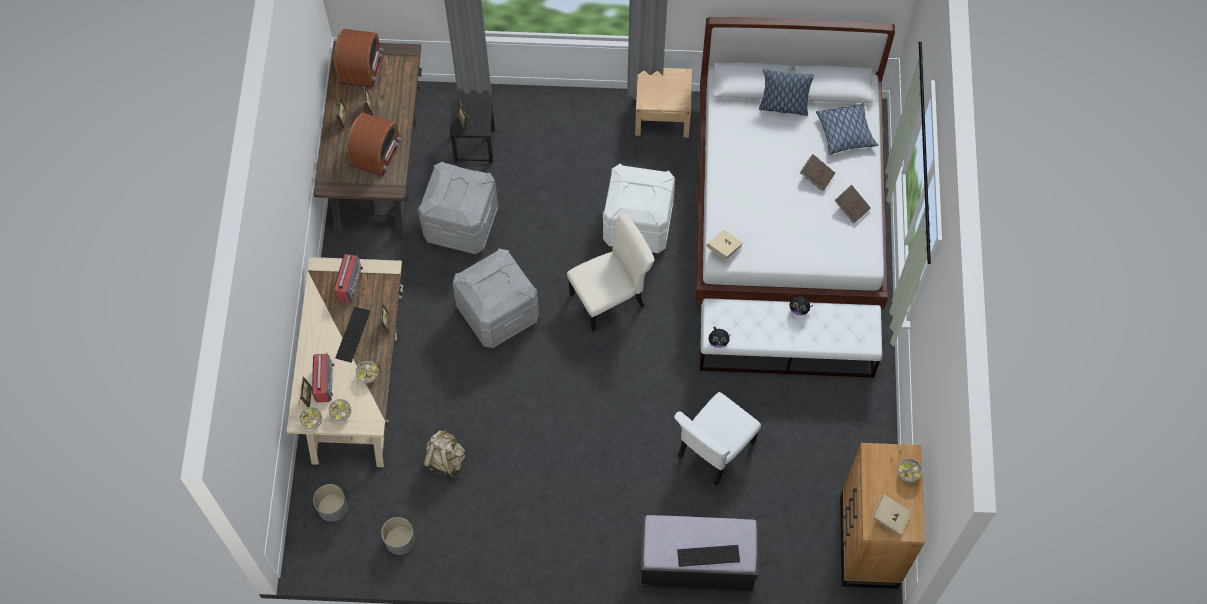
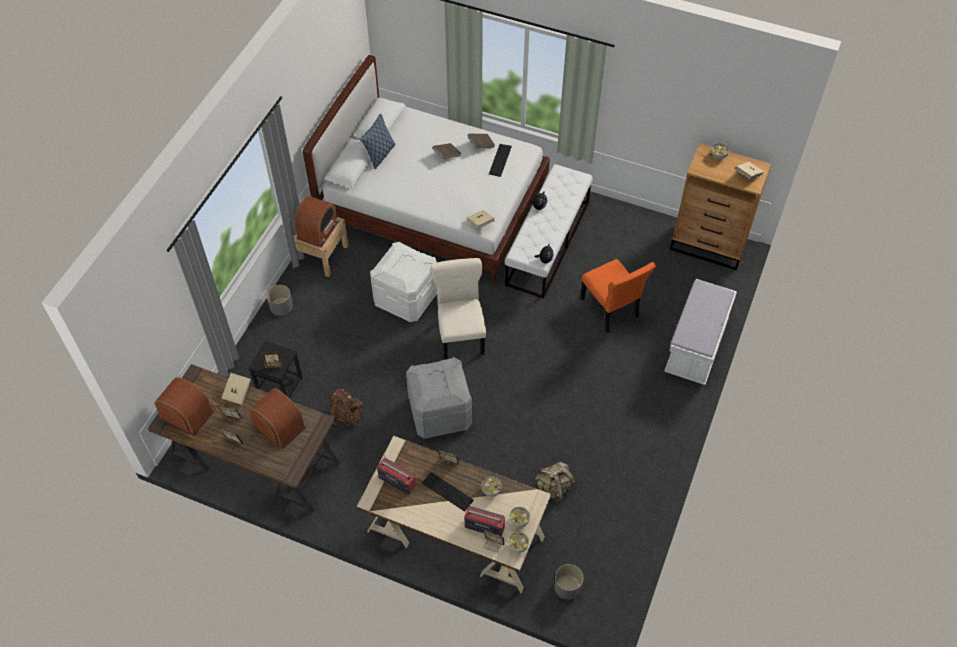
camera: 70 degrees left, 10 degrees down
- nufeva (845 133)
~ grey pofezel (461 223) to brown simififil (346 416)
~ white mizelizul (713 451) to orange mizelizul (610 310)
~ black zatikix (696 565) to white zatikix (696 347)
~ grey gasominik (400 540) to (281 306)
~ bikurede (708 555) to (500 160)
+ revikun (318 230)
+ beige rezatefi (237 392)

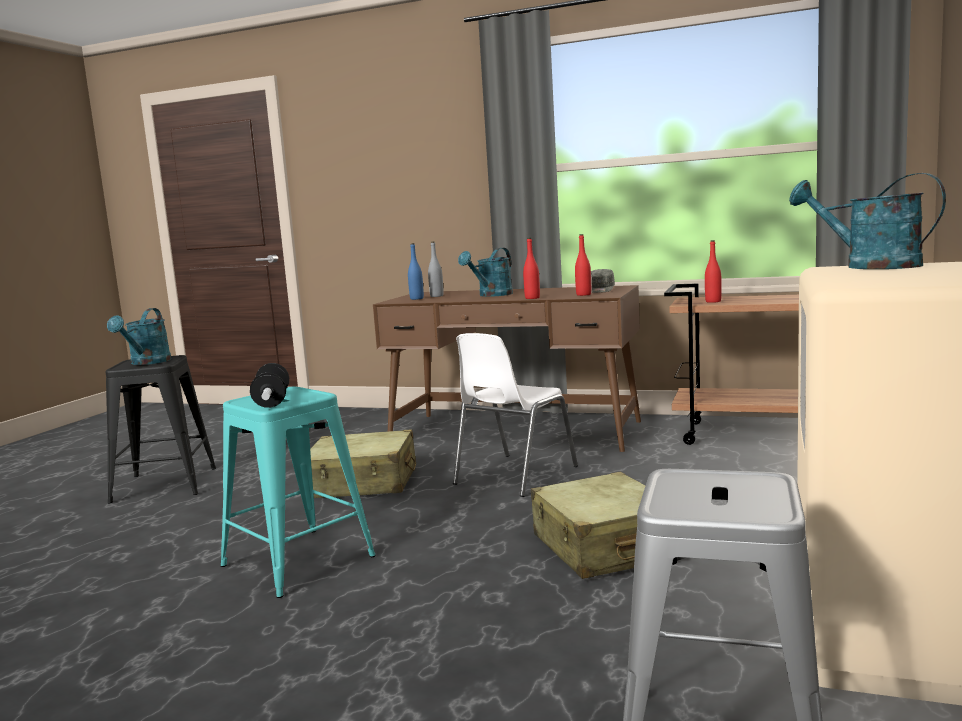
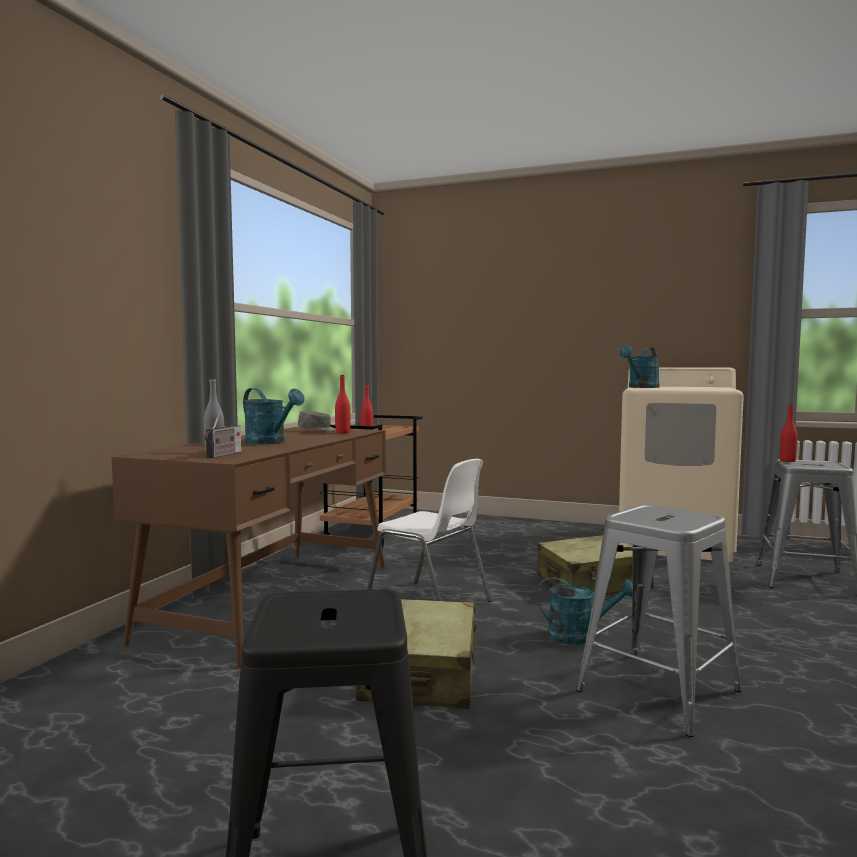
camera: 90 degrees left, 5 degrees down
~ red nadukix (532 298) to (787 461)
~ blue nadukix (416 298) to revikun (223 455)
~ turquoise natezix (147 363) to (580 636)
- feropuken (272 401)
~ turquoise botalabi (297 561) to grey botalabi (659 691)

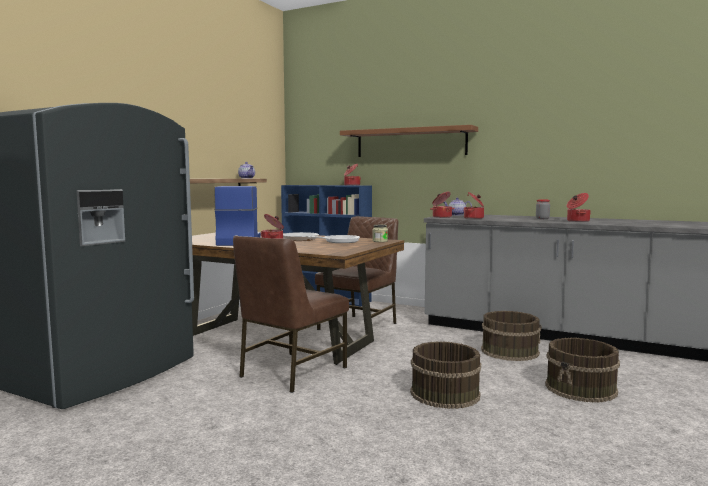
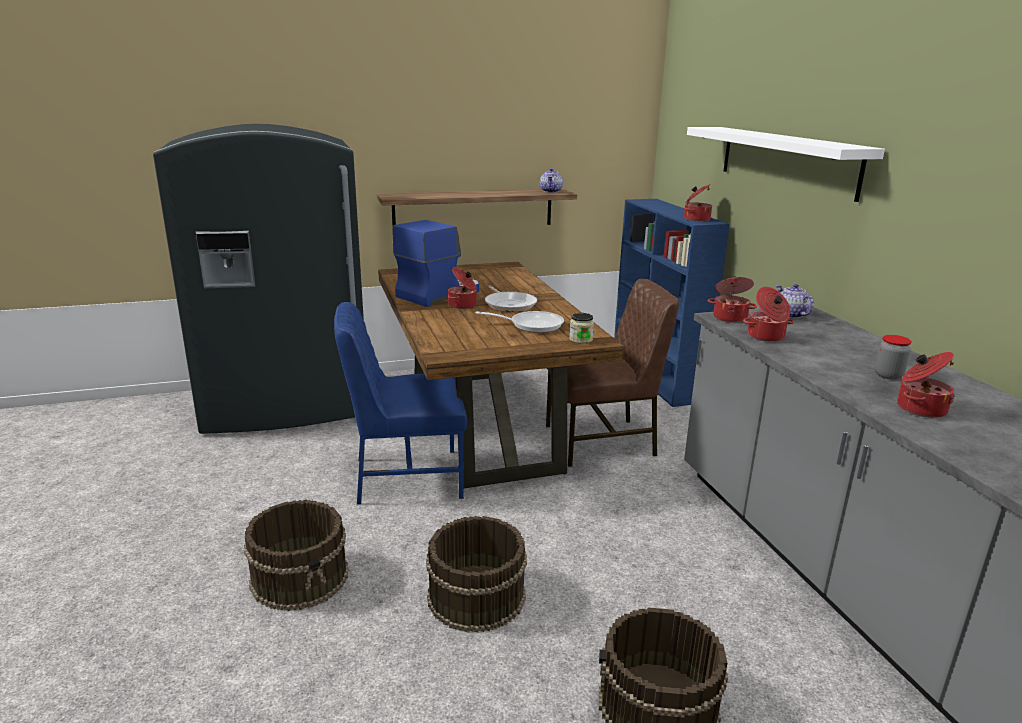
camera: 45 degrees right, 15 degrees up
~ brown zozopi (410 142) to white zozopi (786 160)
~ brown mizelizul (291 372) to blue mizelizul (406 476)
~ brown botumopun (509 351) to (301 577)

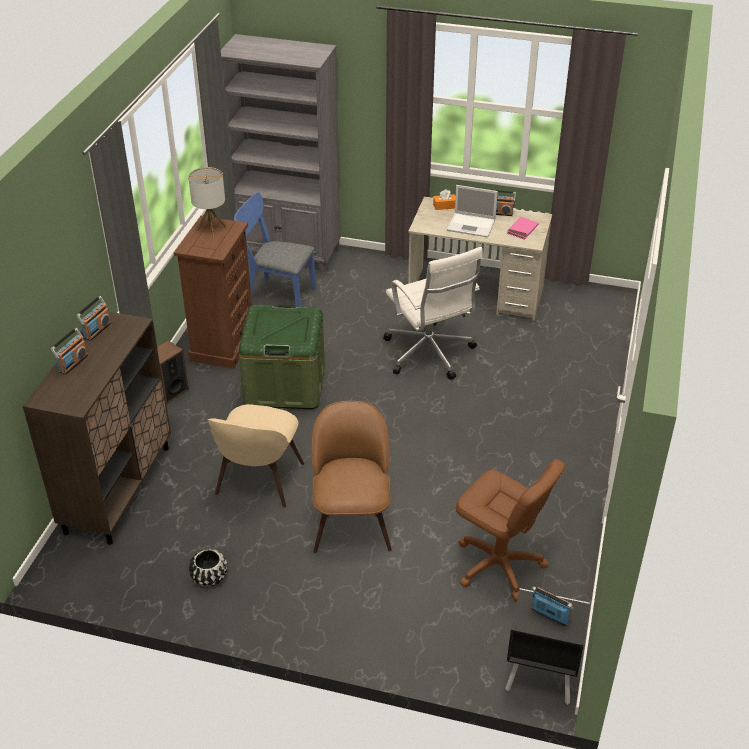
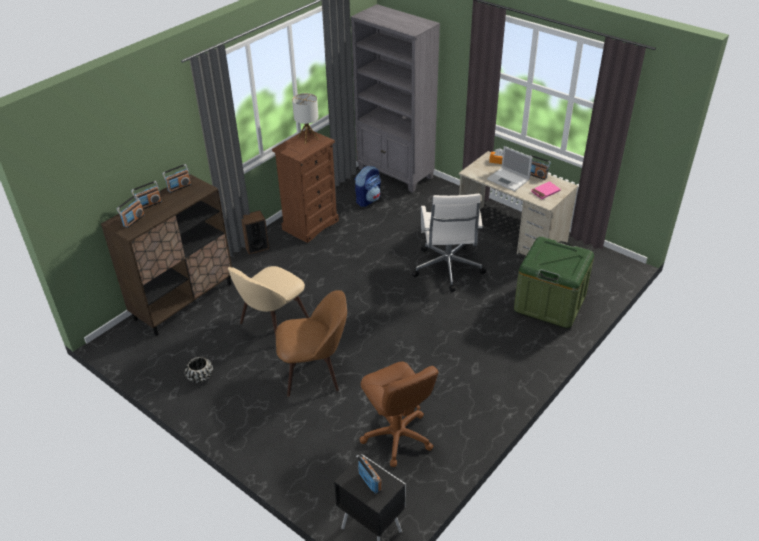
camera: 25 degrees right, 0 degrees up
~ blue mizelizul (276 295) to simififil (368 200)
~ green pofezel (285 385) to (549 303)
~ brown mizelizul (352 523) = (314 371) 60 degrees clockwise
+ revikun (133 220)

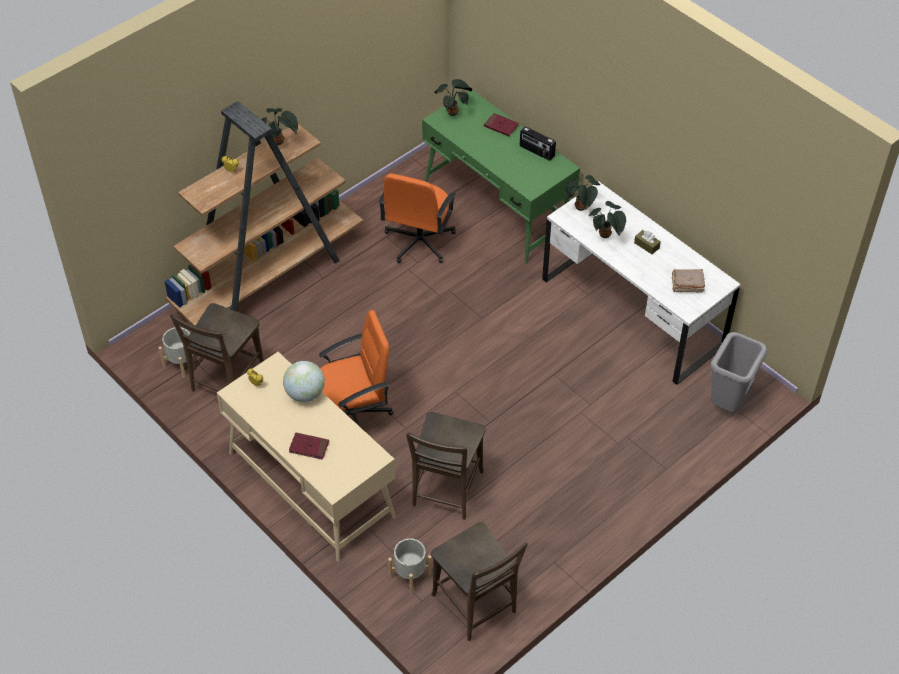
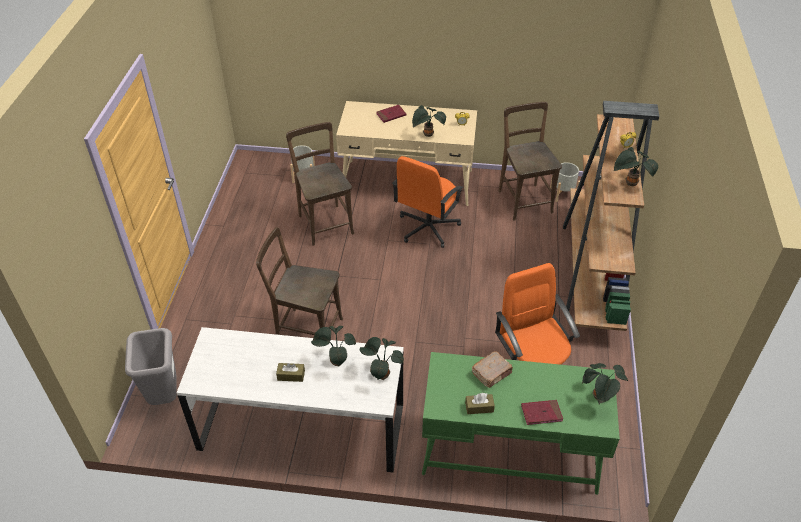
camera: 140 degrees right, 5 degrees down
~ revikun (536 151) to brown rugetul (479 407)
~ brown rezatefi (686 285) to (492 373)
~ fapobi (305 394) to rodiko (427 135)
~ brown mizelizul (476 606) to (306 330)

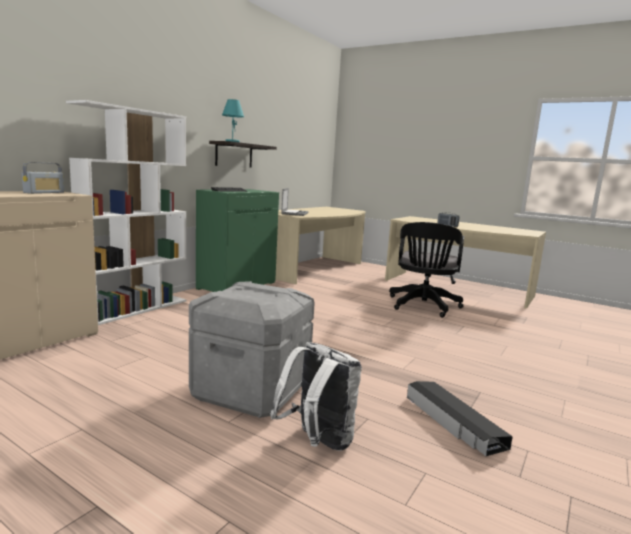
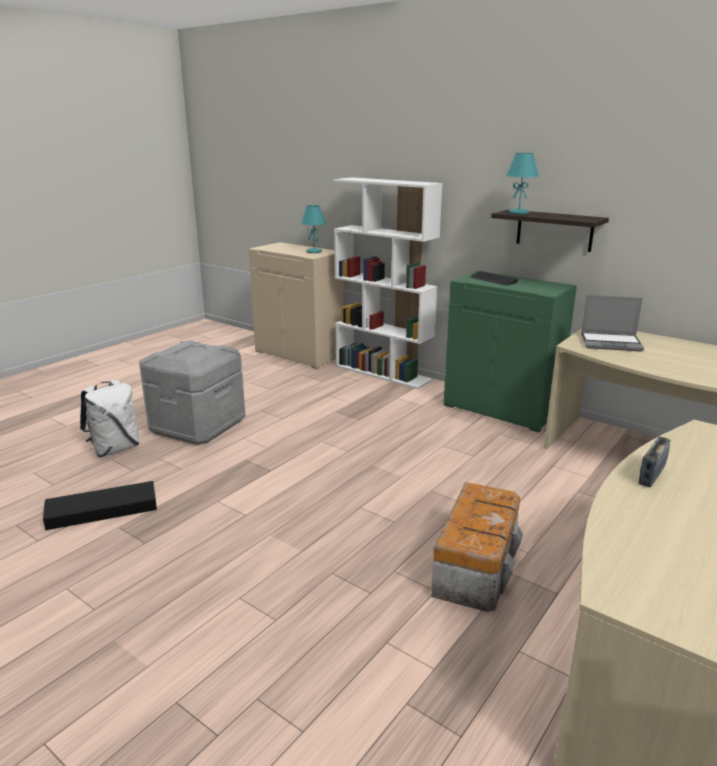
camera: 95 degrees right, 10 degrees up
~ revikun (44 192) to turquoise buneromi (314 251)
~ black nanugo (423 306) to pofezel (476 566)

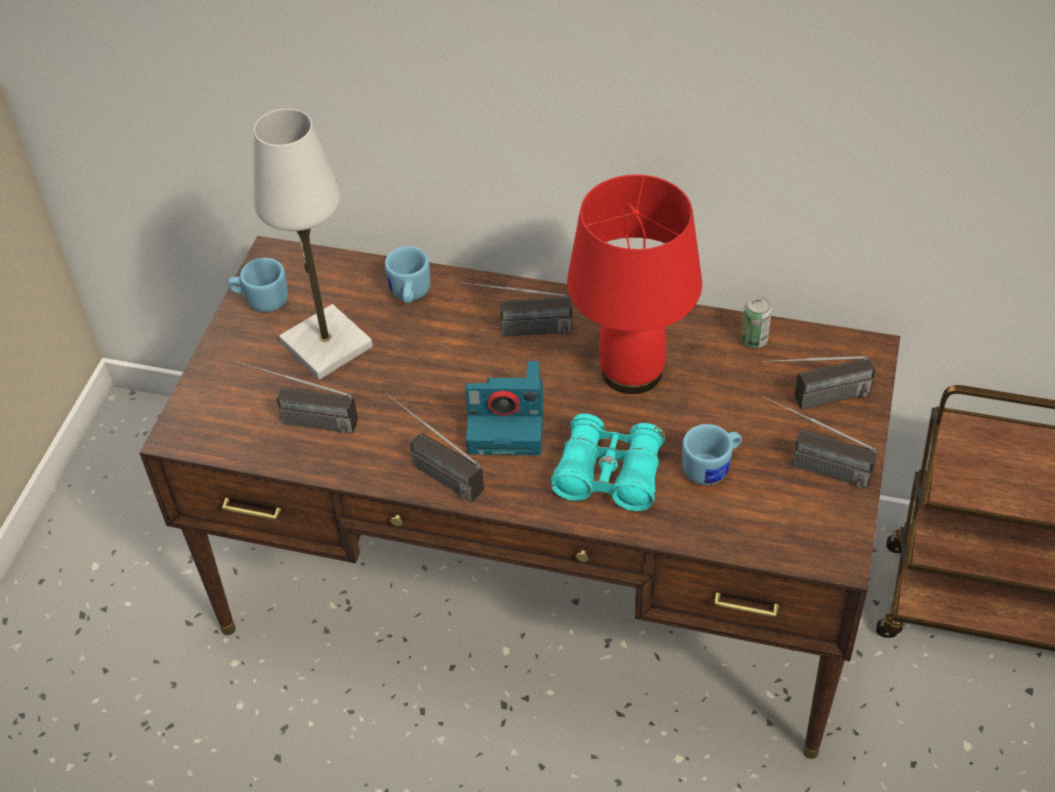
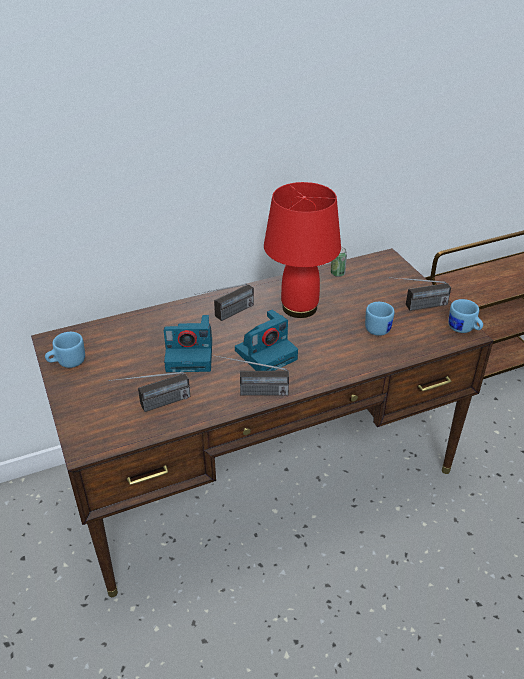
camera: 40 degrees left, 10 degrees down
- white buneromi (326 345)
~ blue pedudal (409 295) to (463 329)
- revikun (814 401)
- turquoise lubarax (609 475)
+ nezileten (191 355)

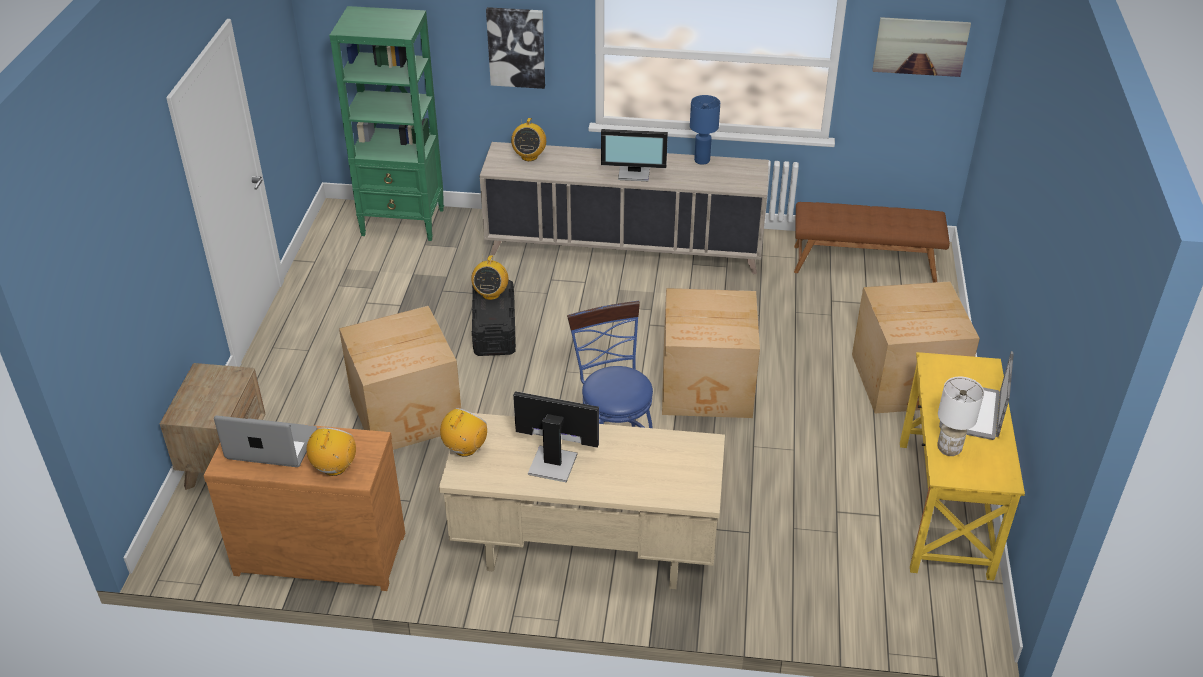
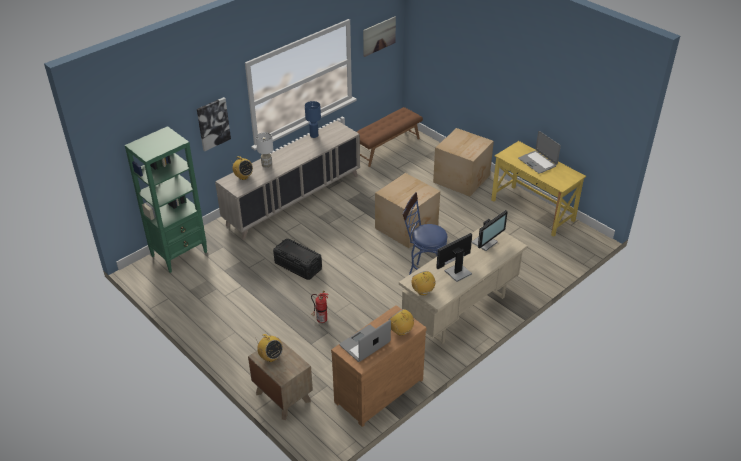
camera: 50 degrees left, 0 degrees up
~ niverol (634 173) to (485 242)
~ revikun (491 294) to (270 357)
~ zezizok (408 413) to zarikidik (320 320)
~ white buneromi (949 449) to (267 165)

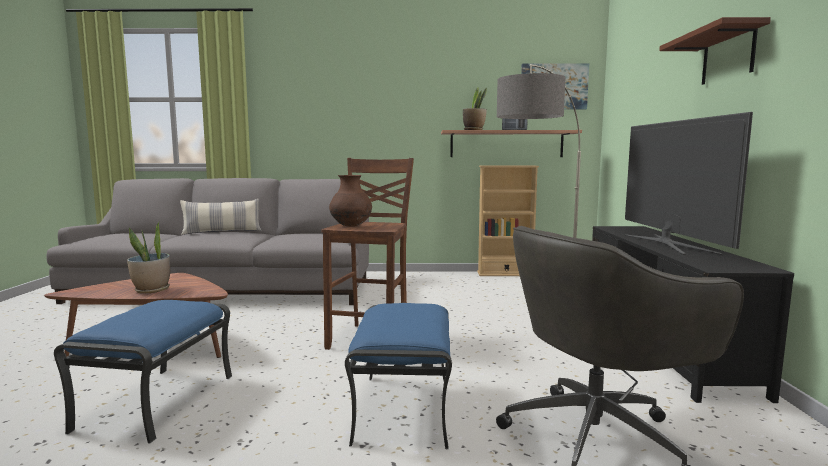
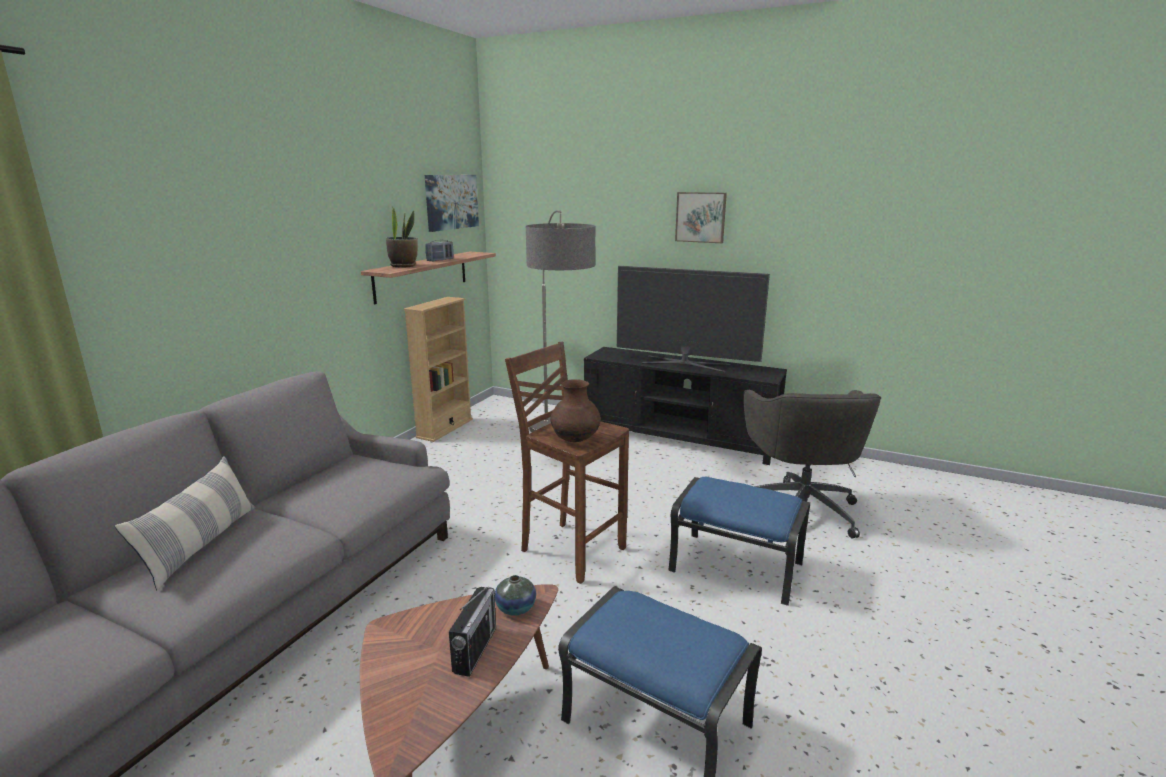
camera: 65 degrees left, 10 degrees up
~ brown zozopi (728 56) to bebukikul (701 217)
~ rodiko (152 290) to revikun (475 650)
+ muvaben (515 608)

